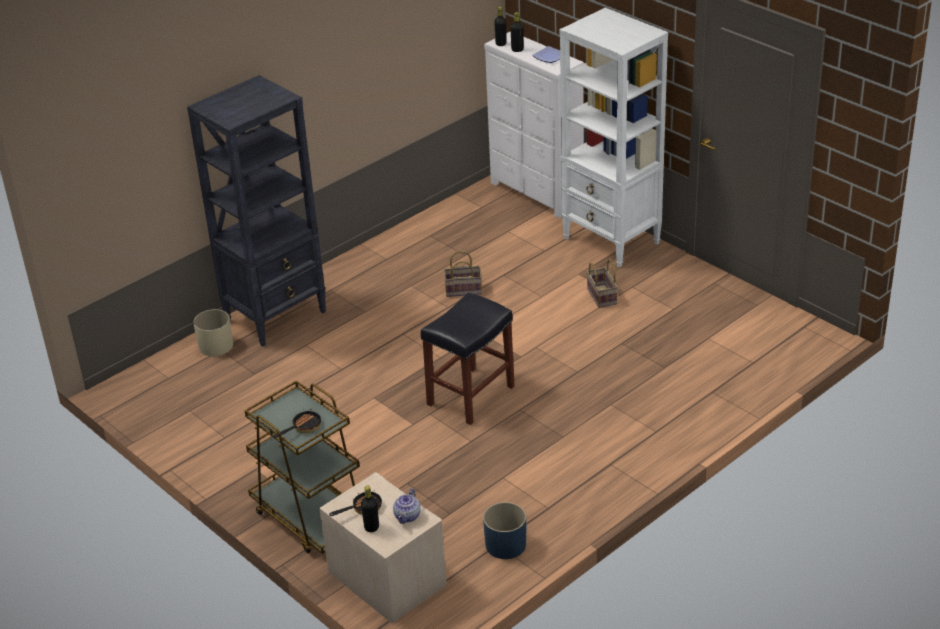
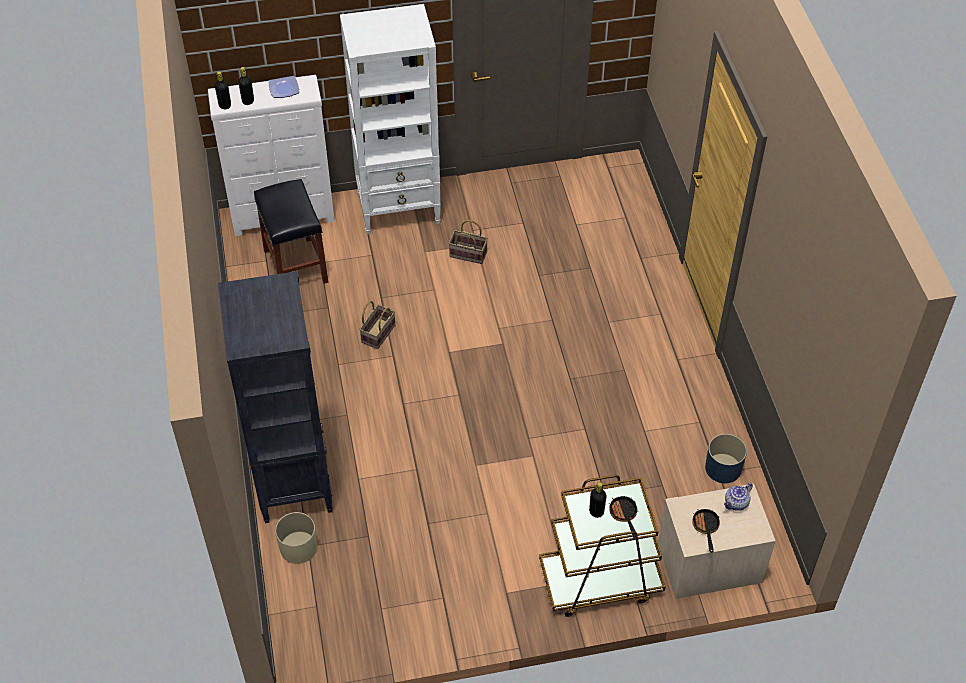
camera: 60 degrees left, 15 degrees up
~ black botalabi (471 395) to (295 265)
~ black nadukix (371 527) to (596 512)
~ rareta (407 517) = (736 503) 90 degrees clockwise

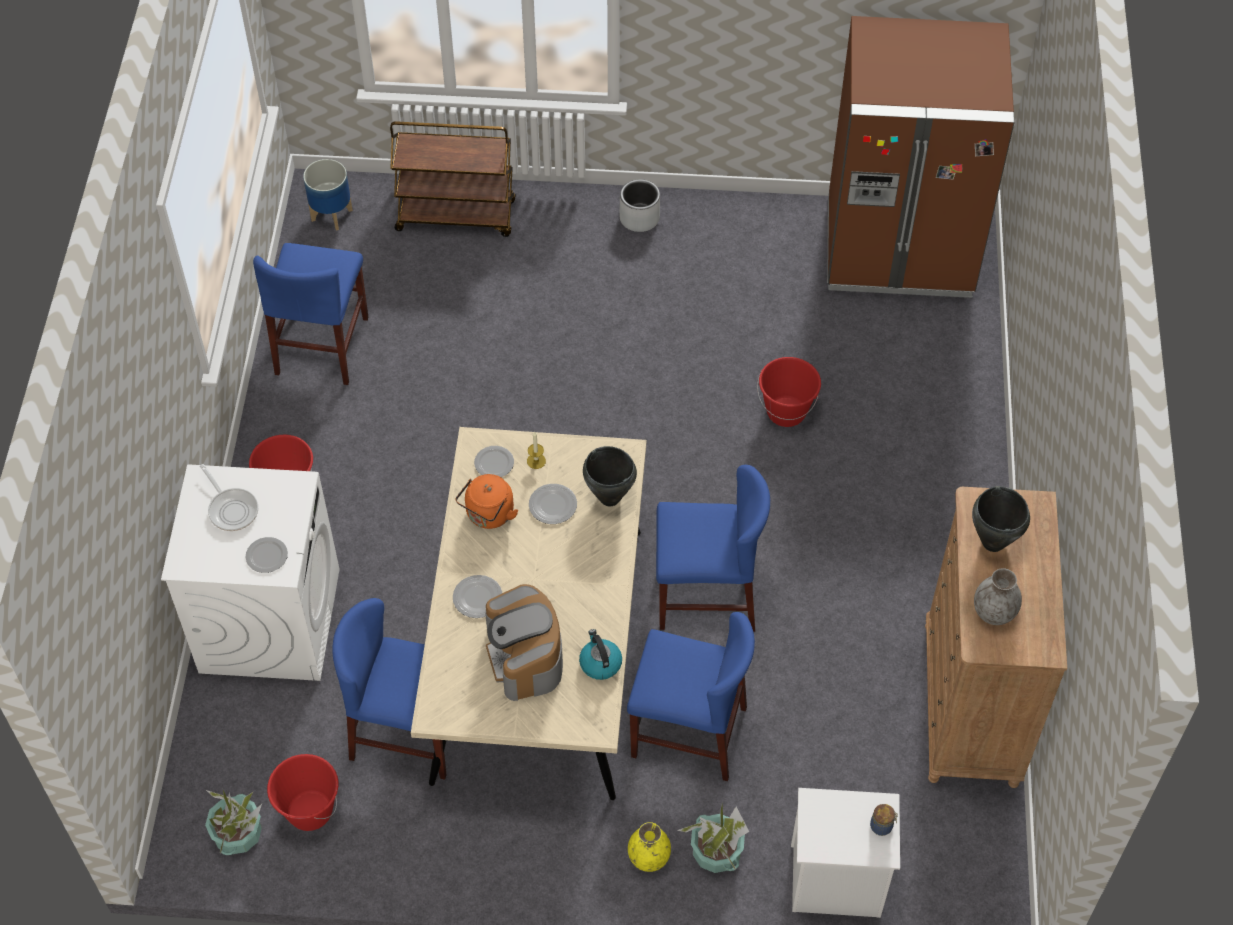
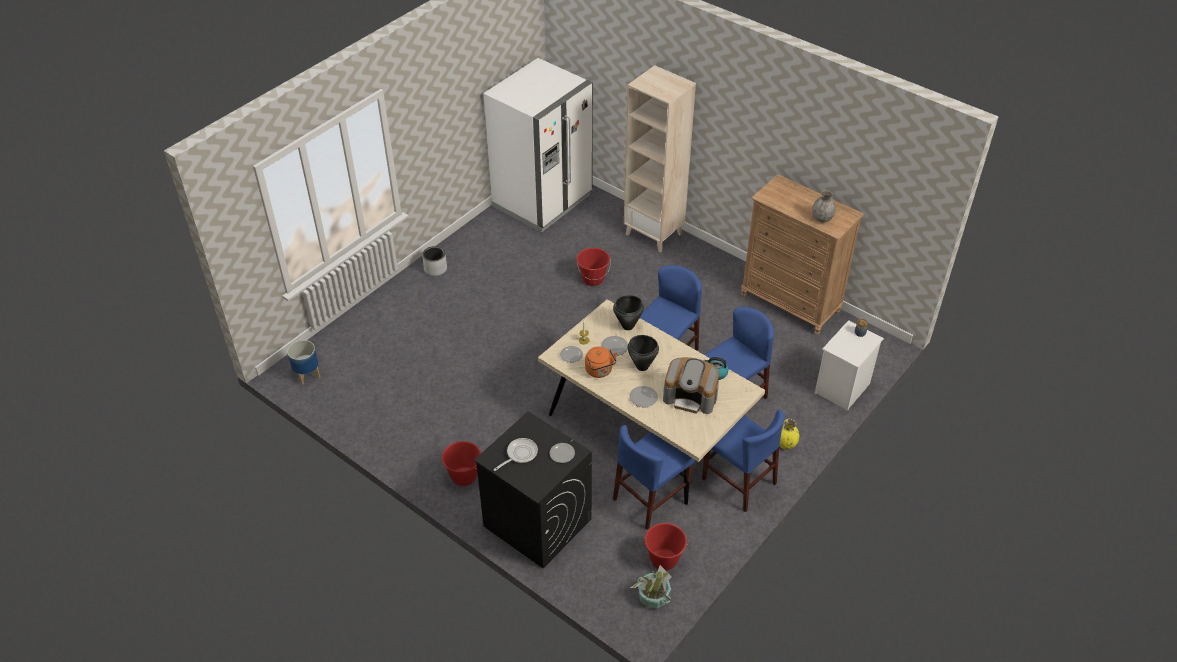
camera: 55 degrees left, 10 degrees down
~ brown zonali (899 249) to white zonali (542 201)
- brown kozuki (457 215)
~ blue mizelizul (322 345) to (738 481)
~ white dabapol (270 619) to black dabapol (536 522)
~ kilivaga (231 509) = (519 454) 45 degrees counterclockwise
~ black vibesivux (992 542) to (642 367)
- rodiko (716 851)
+ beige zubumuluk (654 234)

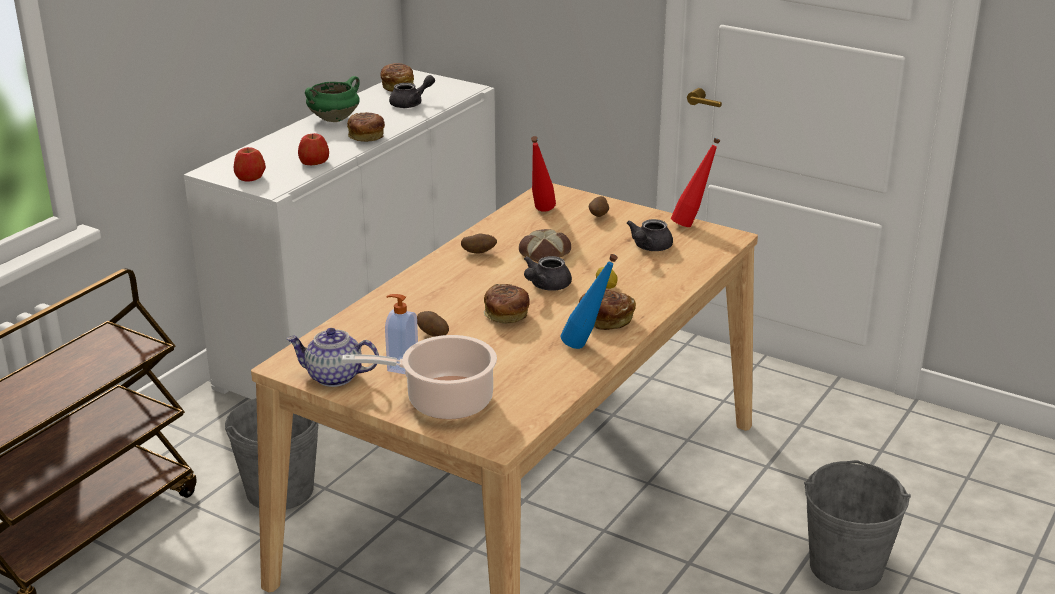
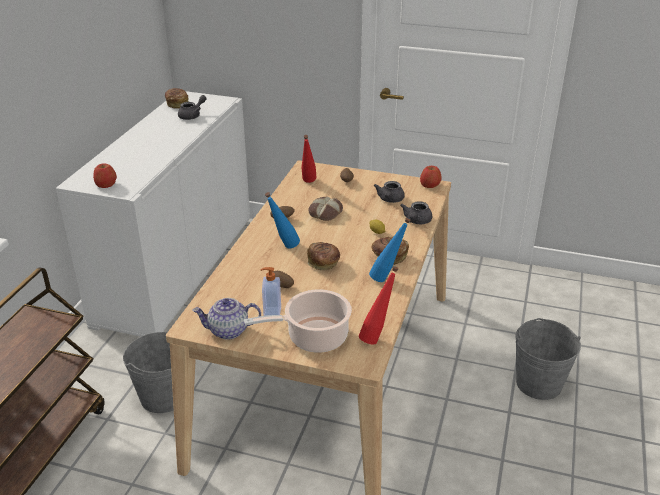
camera: 15 degrees left, 5 degrees up
- green vibesivux (334 119)
- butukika (366 137)
~ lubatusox (314 162) to (430 185)
~ red nadukix (692 224) to (377 337)
~ grey rareta (545 286) to (416 221)
+ blue nadukix (283 247)

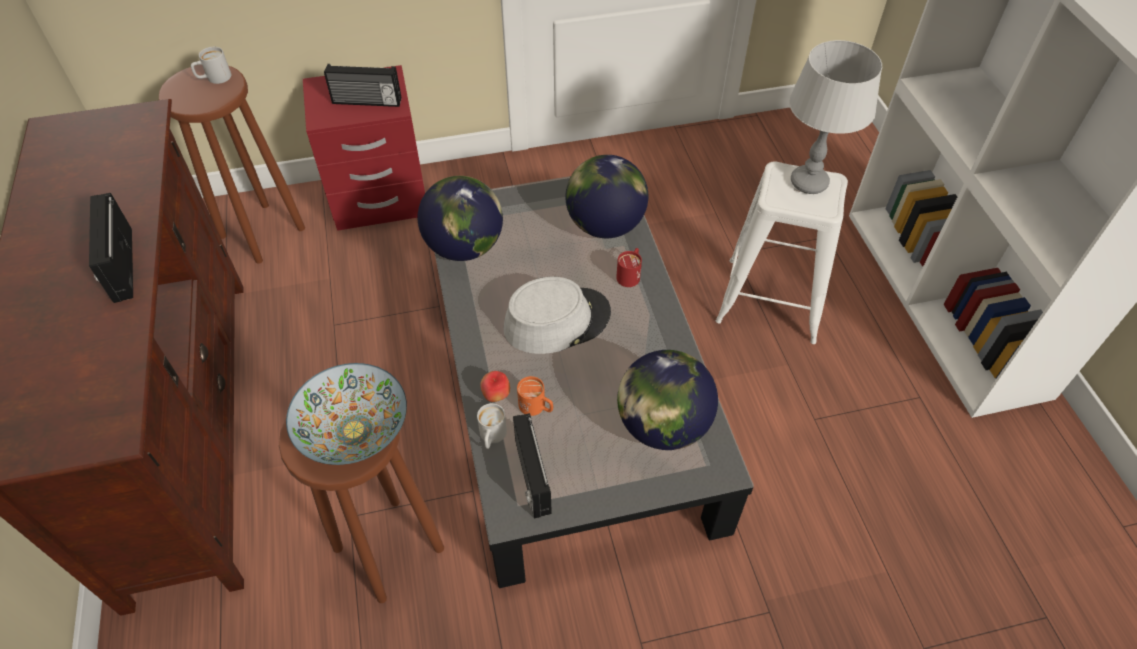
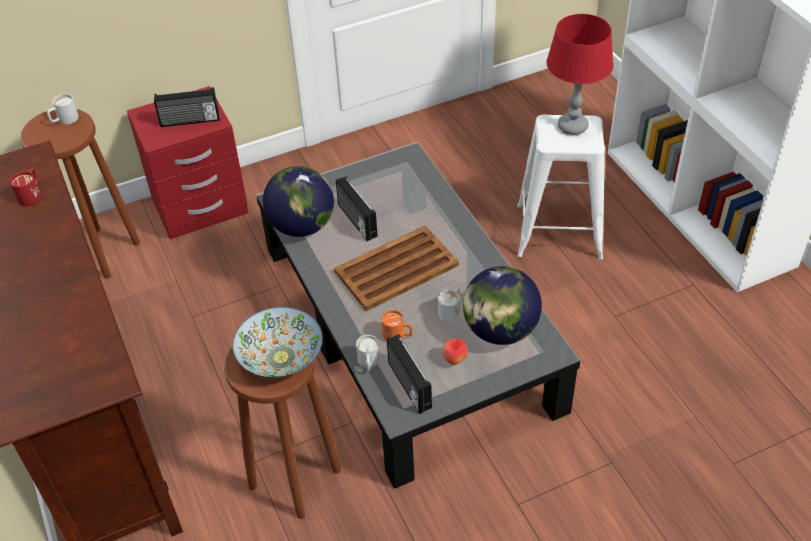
camera: 10 degrees left, 5 degrees down
~ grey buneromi (809 183) to red buneromi (573 126)
- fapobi (605 225)
~ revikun (121 266) to (356 221)
~ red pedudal (630 274) to (32 195)
~ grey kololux (556 320) to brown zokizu (395 269)
~ lubatusox (496 395) to (454 360)
+ white pedudal (451 310)

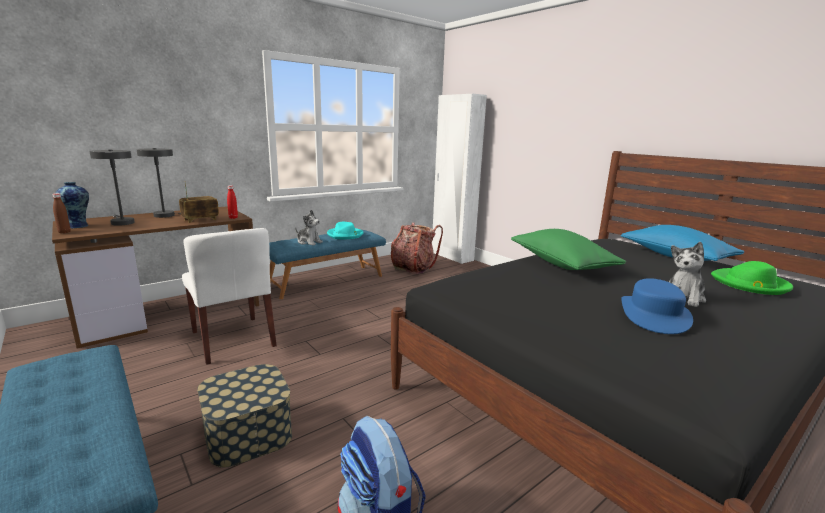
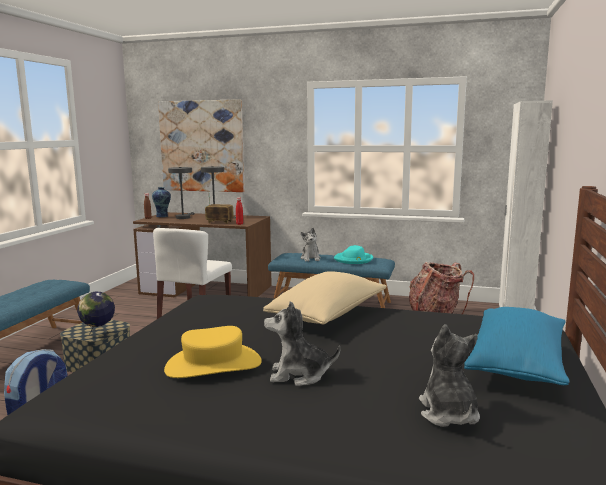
camera: 55 degrees right, 5 degrees down
~ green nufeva (561 264) to beige nufeva (328 315)
~ green kololux (750 284) to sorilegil (448 414)
~ blue kololux (654 315) to yellow kololux (213 365)
+ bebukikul (202 146)
+ fapobi (98 334)

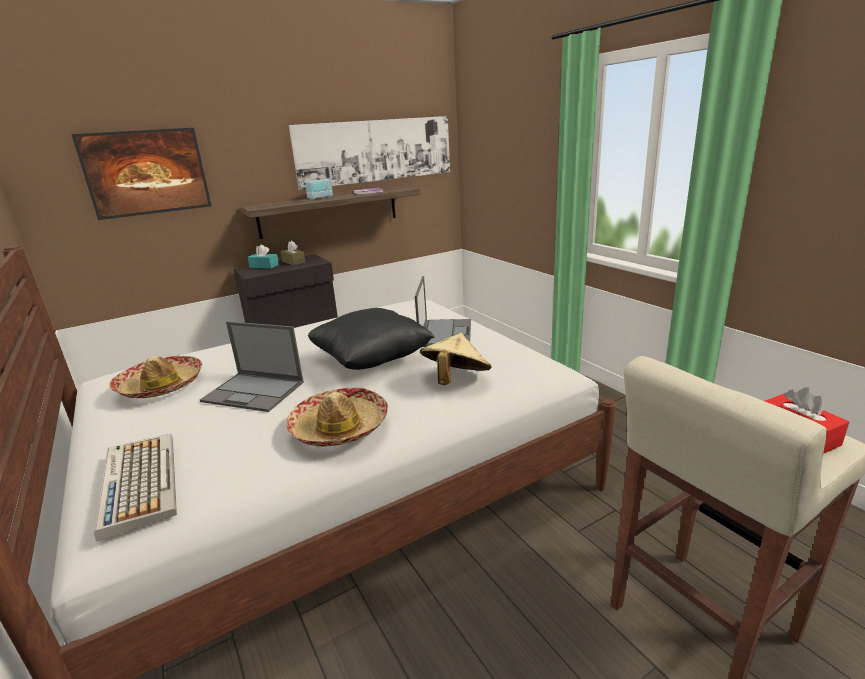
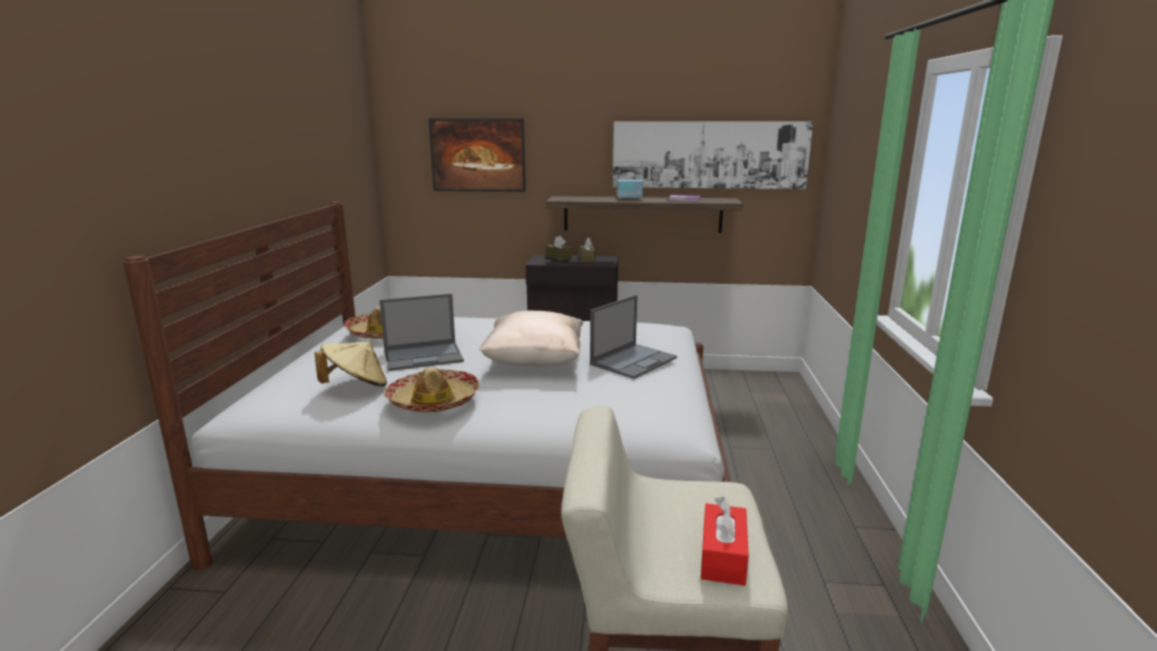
camera: 35 degrees right, 5 degrees down
~ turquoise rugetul (264 266) to brown rugetul (558 257)
~ black nufeva (372 360) to beige nufeva (535 363)
~ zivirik (254 392) = (424 356) 75 degrees counterclockwise
~ beige kololux (455 380) to (356 387)
- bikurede (138 482)

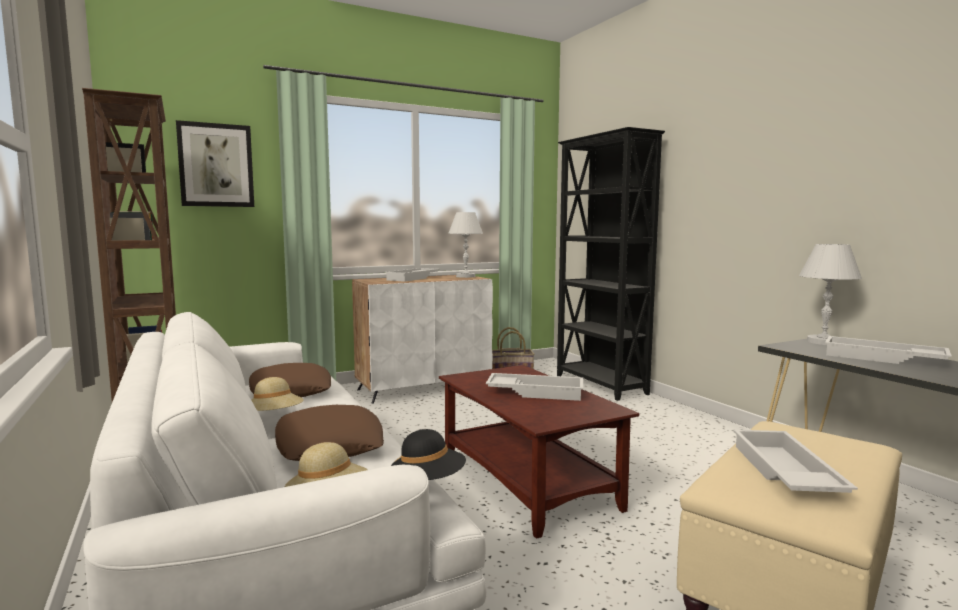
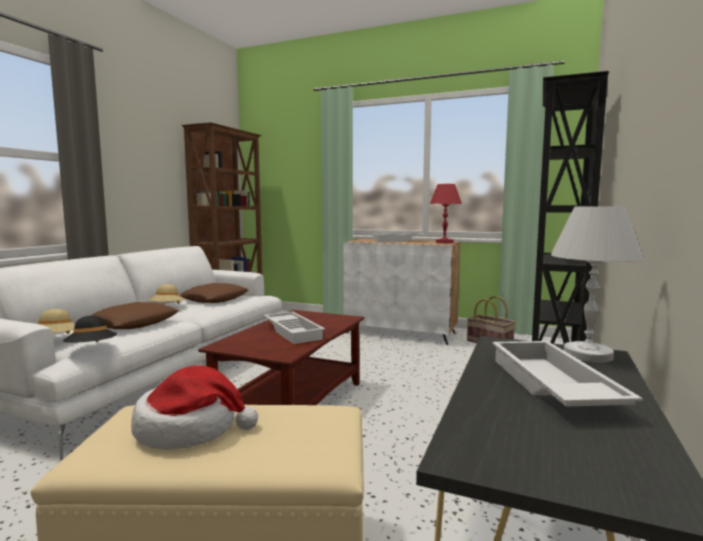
camera: 50 degrees right, 0 degrees up
- bebukikul (216 165)
~ white buneromi (466 276) to red buneromi (444 242)
~ white zokizu (783 472) to kololux (190 428)

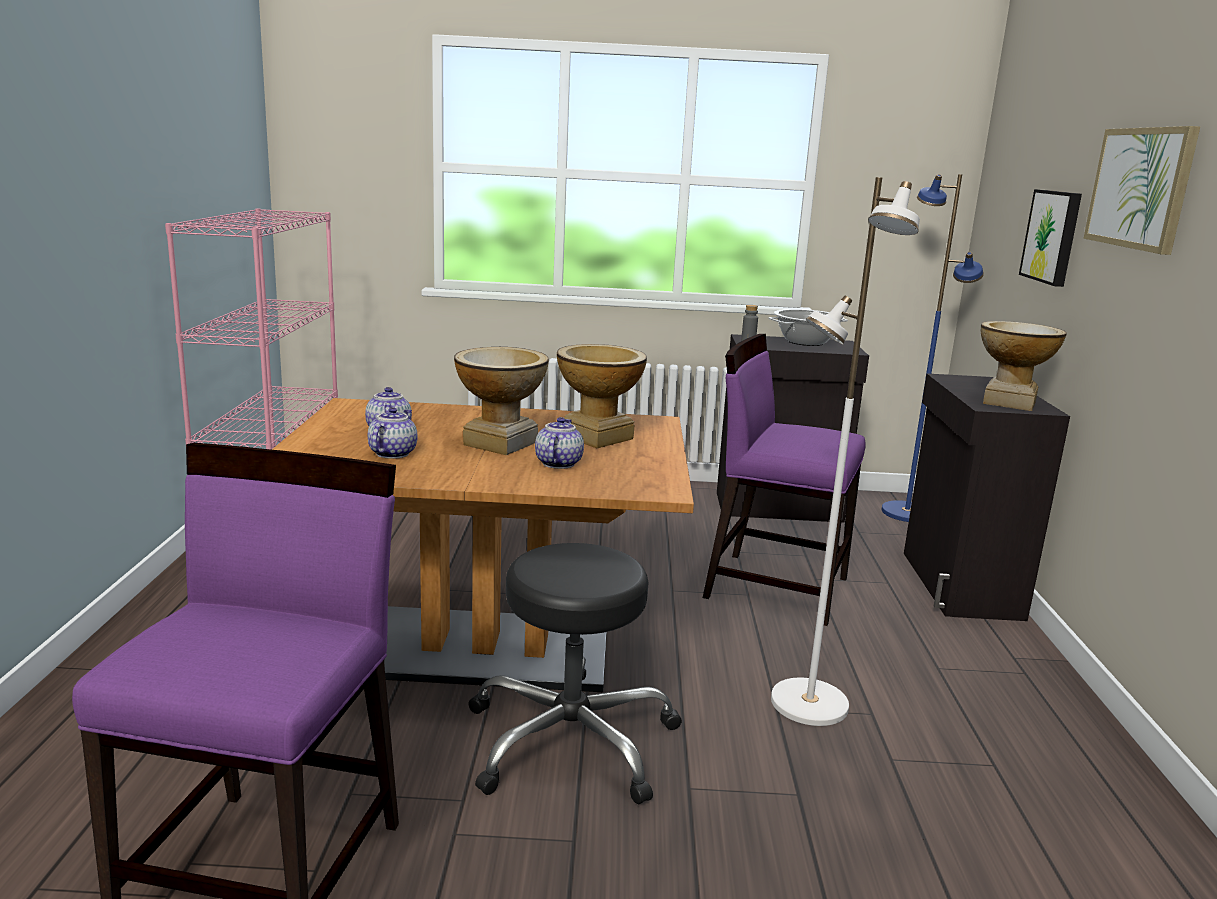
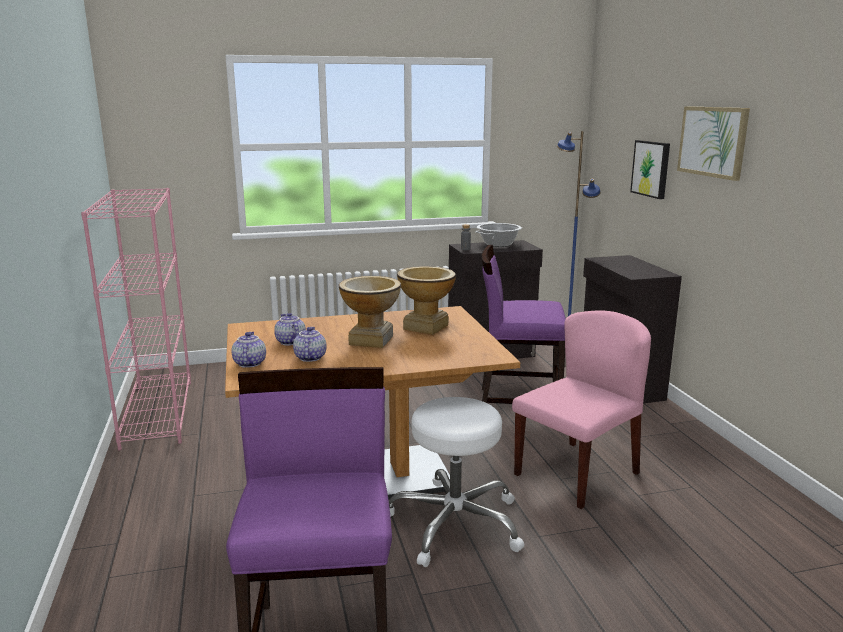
camera: 15 degrees left, 0 degrees up
~ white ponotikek (808 704) to pink mizelizul (576 473)
- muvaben (1009 402)
~ rareta (557 463) to (249 363)
~ black botalabi (570 740) to white botalabi (454 523)

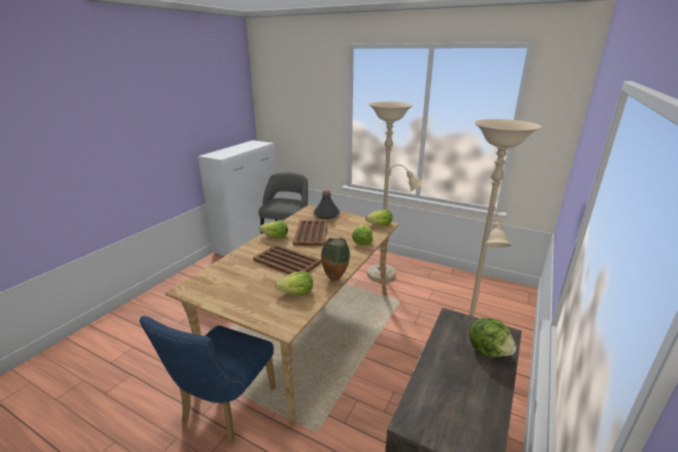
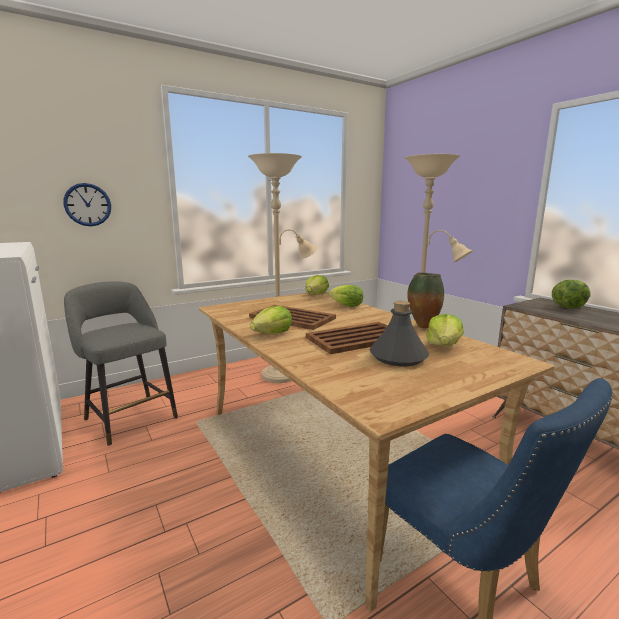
camera: 60 degrees left, 10 degrees down
~ grey nadukix (326 214) to (398 357)
+ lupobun (87 204)

